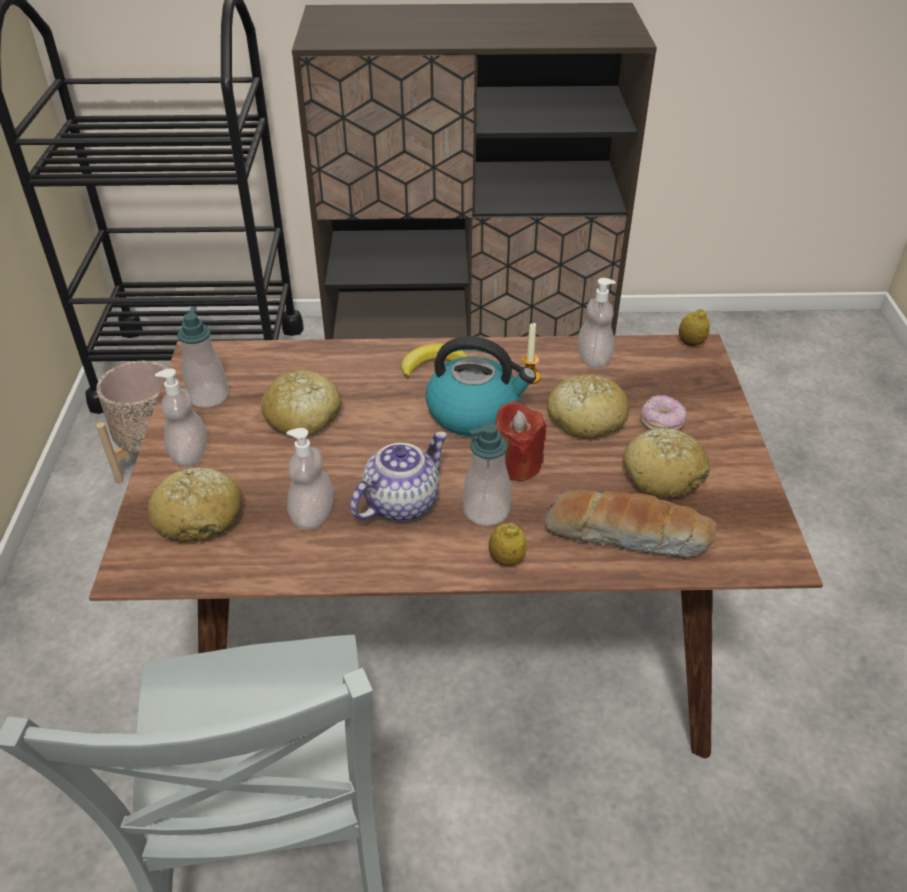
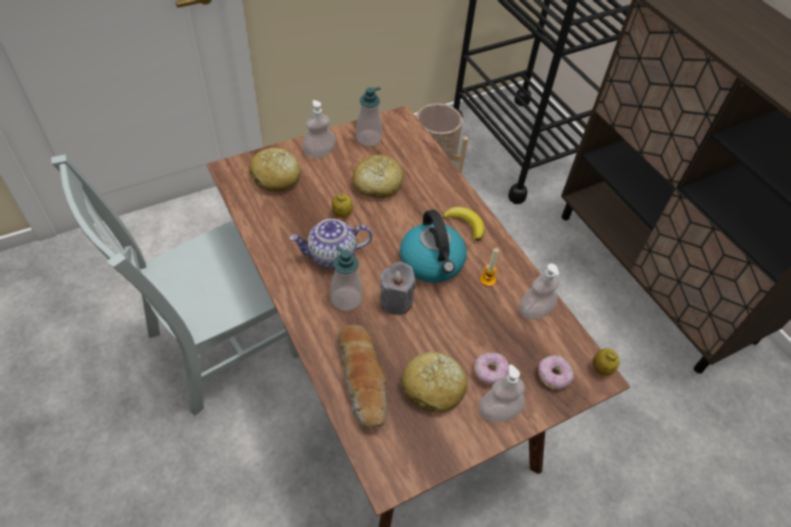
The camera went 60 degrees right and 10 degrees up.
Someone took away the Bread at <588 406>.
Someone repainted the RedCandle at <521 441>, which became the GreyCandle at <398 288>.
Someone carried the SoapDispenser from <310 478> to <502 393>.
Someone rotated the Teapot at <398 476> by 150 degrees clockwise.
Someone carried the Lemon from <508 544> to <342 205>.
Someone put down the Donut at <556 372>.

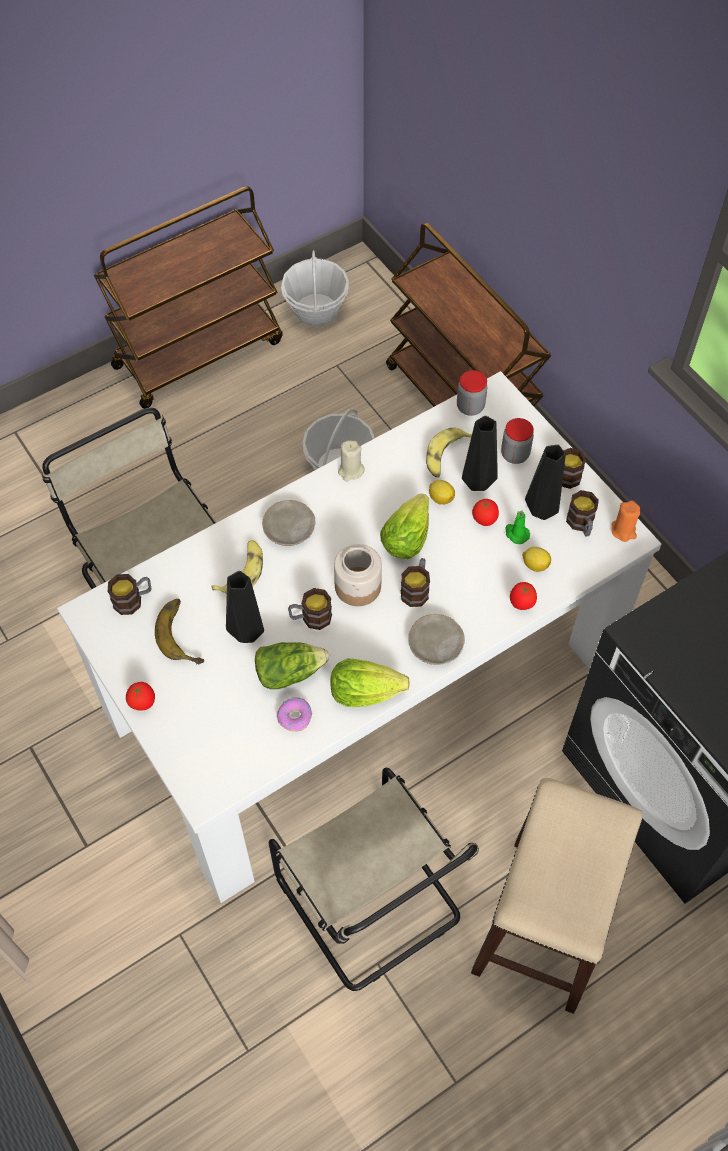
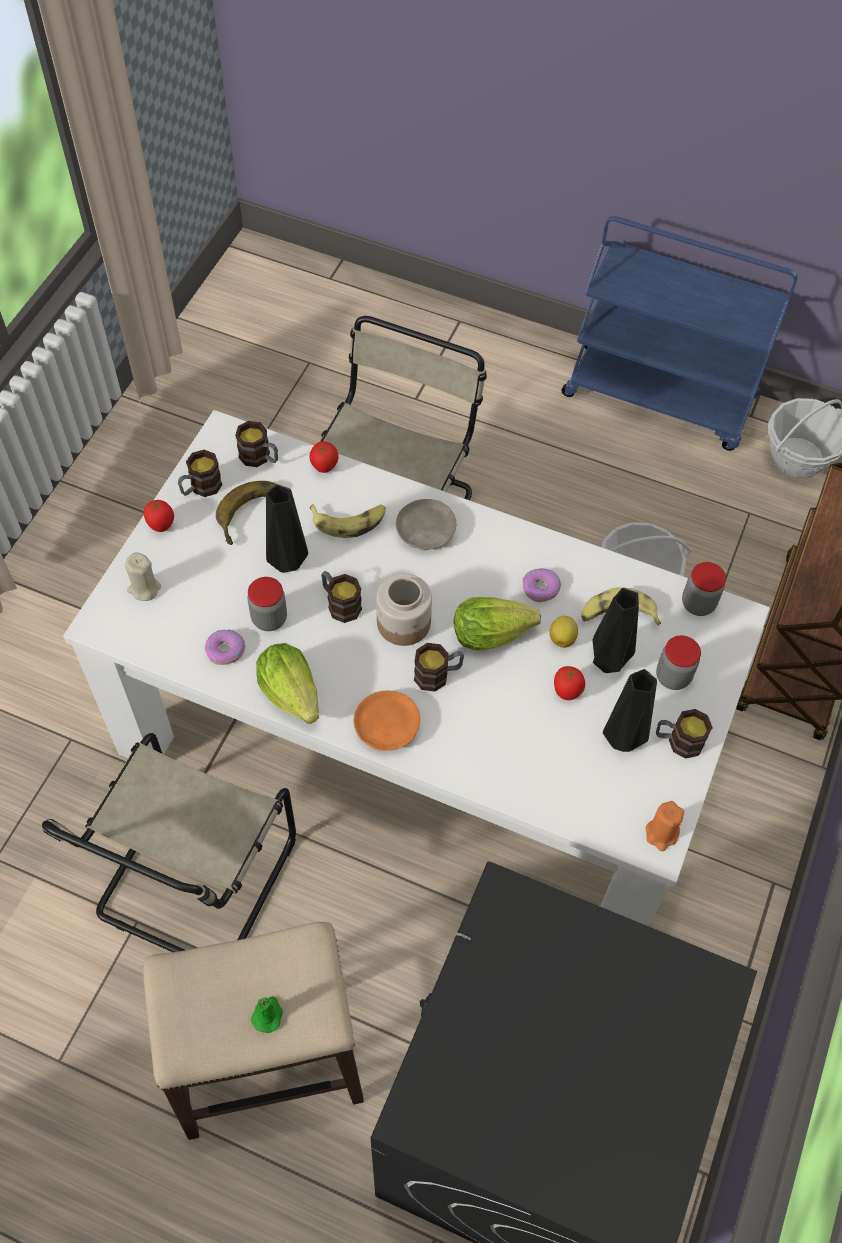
The camera went 55 degrees right and 0 degrees up.
Someone repainted the BrownCart at <188 297>, which became the BlueCart at <679 333>.
Someone carried the BeigeCandle from <351 461> to <143 576>.
Someone carried the Mug from <582 513> to <200 473>.
Someone carried the GreenCandle from <518 527> to <267 1014>.
Someone took away the Lemon at <536 559>.
Someone carried the Tomato from <523 596> to <323 457>.
Someone repainted the BeigePlate at <436 639>, which became the OrangePlate at <387 721>.
Someone swapped the Lettuce at <292 665> for the Jar at <267 604>.
Someone put down the Donut at <541 584>.

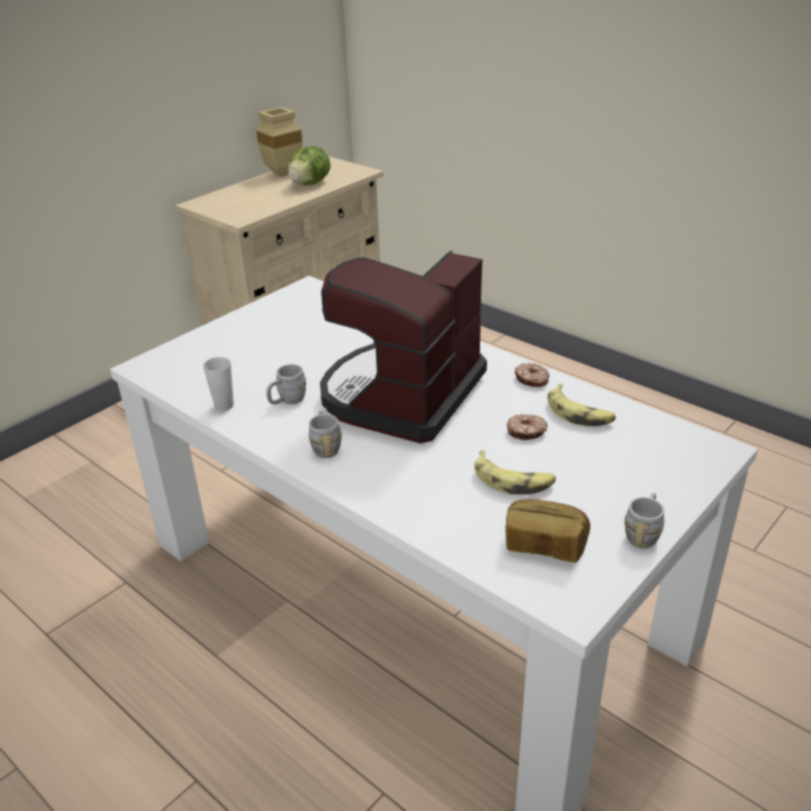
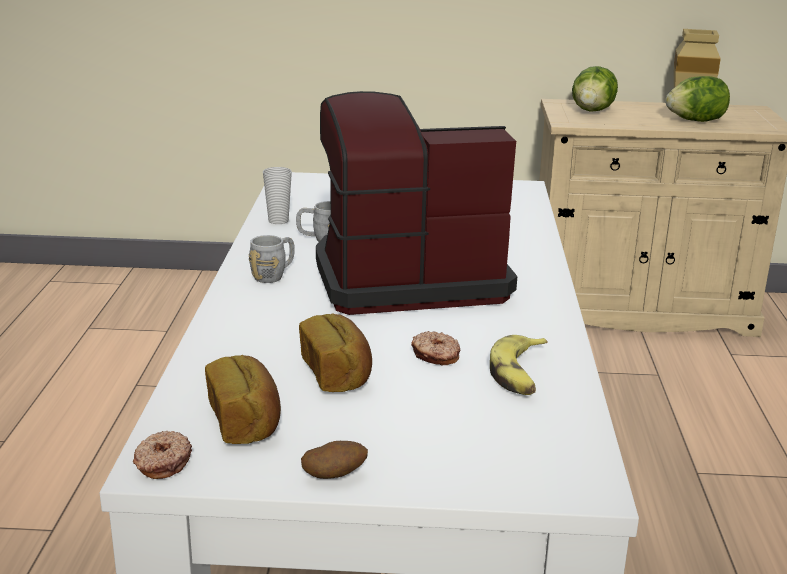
The camera went 50 degrees right and 10 degrees down.
Someone carried the Donut from <532 375> to <162 455>.
Someone swapped the Banana at <515 472> for the Bread at <335 353>.
Someone swapped the GreyMug at <644 521> for the Potato at <334 460>.
Someone put down the Lettuce at <595 89>.

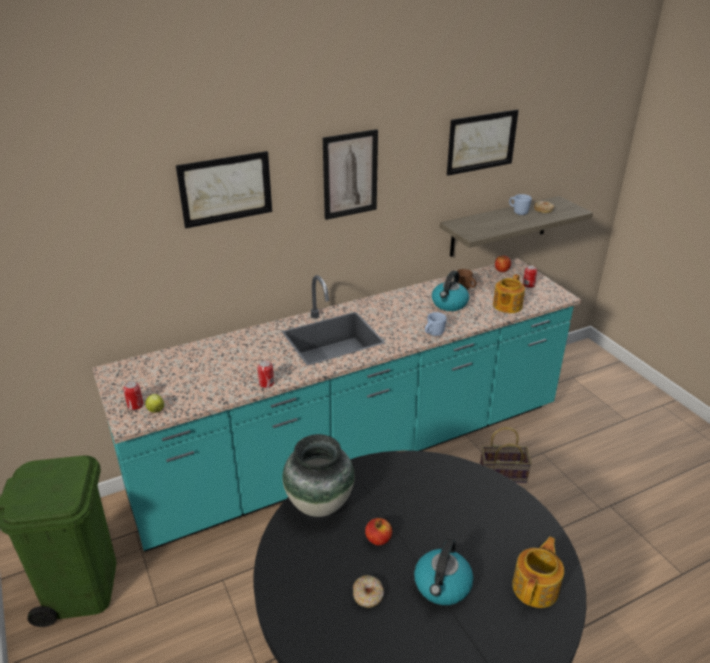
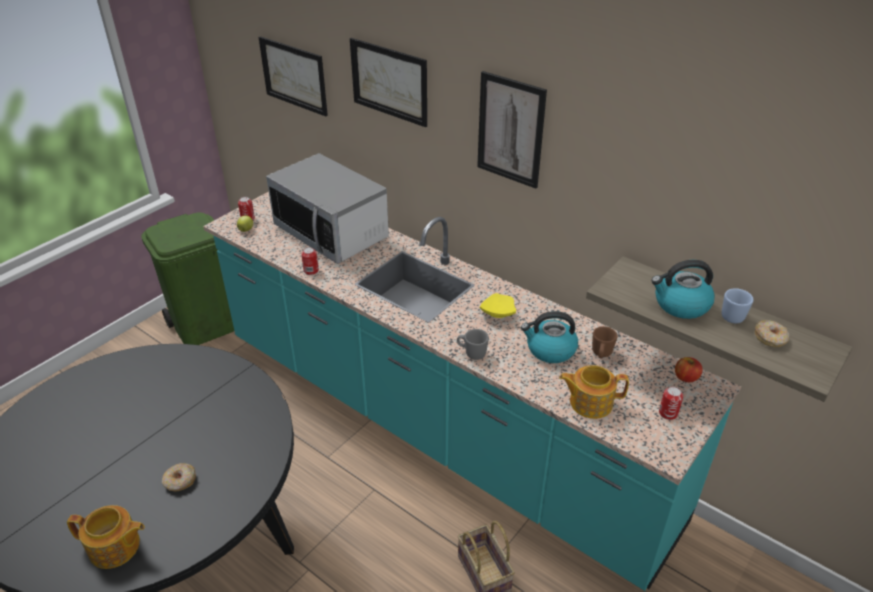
The camera went 65 degrees right and 5 degrees up.
Someone carried the Picture from <483 143> to <293 76>.
Someone repainted the BlueMug at <436 324>, which became the GreyMug at <473 344>.
Someone took away the Vase at <318 475>.
Someone took away the Apple at <378 531>.
Someone carried the Kettle from <443 572> to <683 289>.
Someone carried the Donut from <368 591> to <179 477>.
Someone put down the Microwave at <327 208>.
Someone put down the YellowPlate at <498 305>.

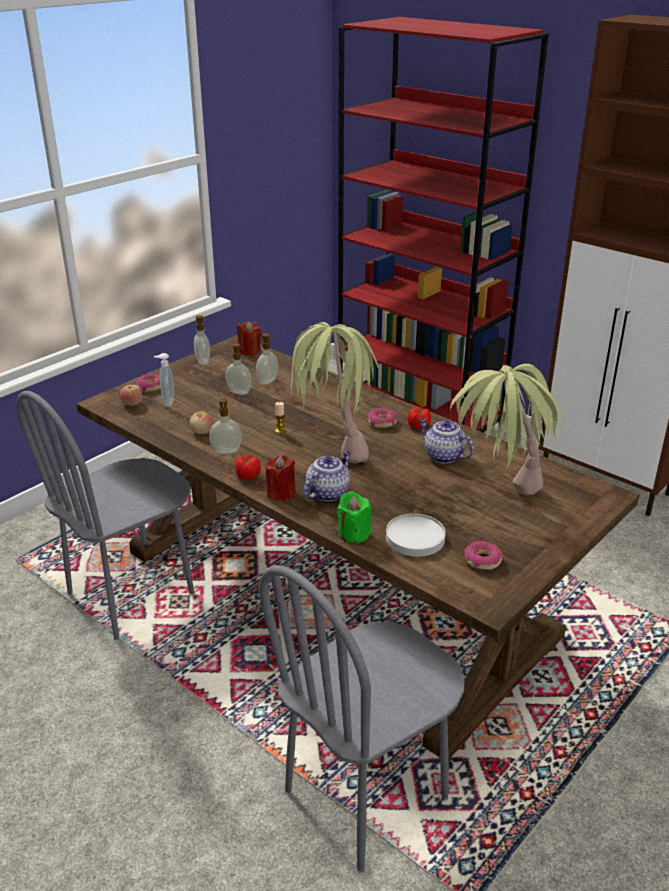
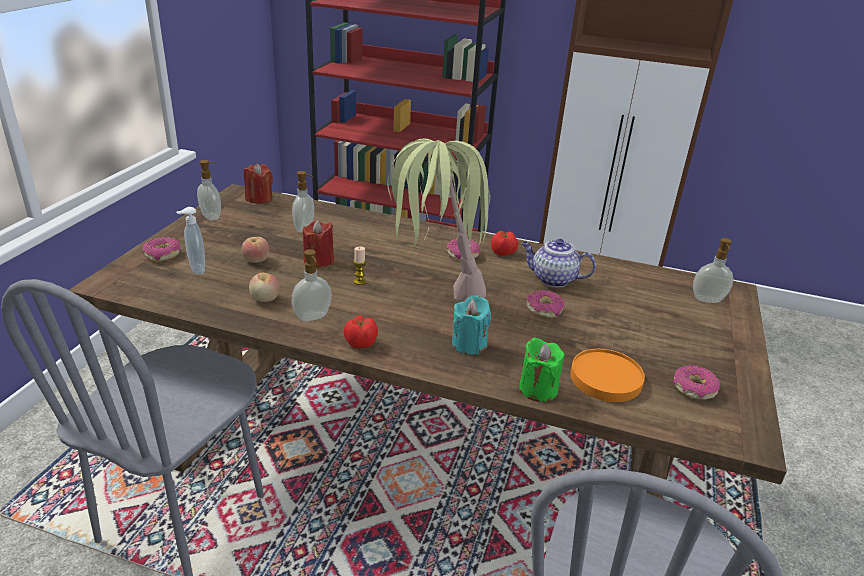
The camera went 25 degrees left and 0 degrees up.
Someone carried the SoapDispenser from <238 369> to <713 270>.
Someone took away the PottedPlant at <506 429>.
Someone carried the Apple from <131 395> to <255 250>.
Someone swapped the Teapot at <327 476> for the TurquoiseCandle at <471 325>.
Someone carried the RedCandle from <281 477> to <318 244>.
Someone repainted the WhitePlate at <416 535>, which became the OrangePlate at <607 375>.
Someone put down the Donut at <545 304>.

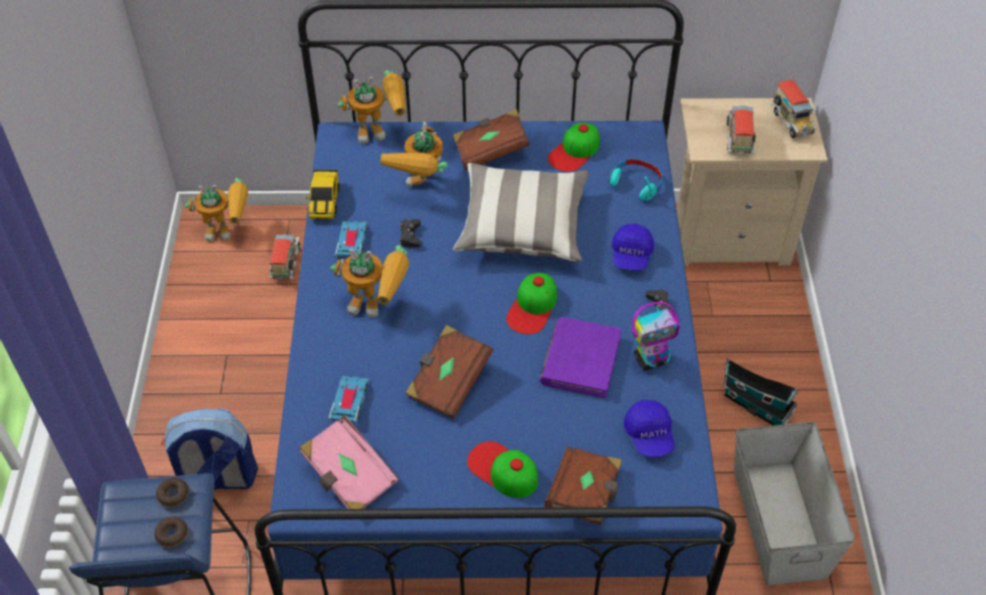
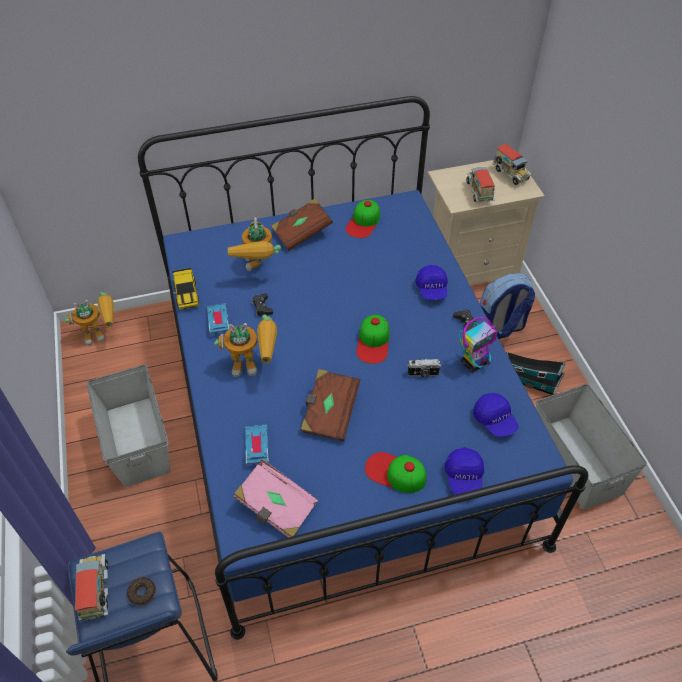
The camera went 15 degrees left and 0 degrees up.
Someone took away the ToyRobot at <372 107>.
Someone took away the TurquoiseHeadphones at <636 180>.
Someone took away the Pillow at <521 212>.
Someone carried the ToyTruck from <284 257> to <91 587>.
Someone swapped the PurpleBook at <581 357> for the PhotoCamera at <424 368>.
Someone carried the Backpack from <209 449> to <507 306>.
Someone swapped the BrownBook at <583 485> for the BlueCap at <464 470>.
Someone took away the Donut at <172 492>.
Someone put down the GreyStorageBox at <128 425>.

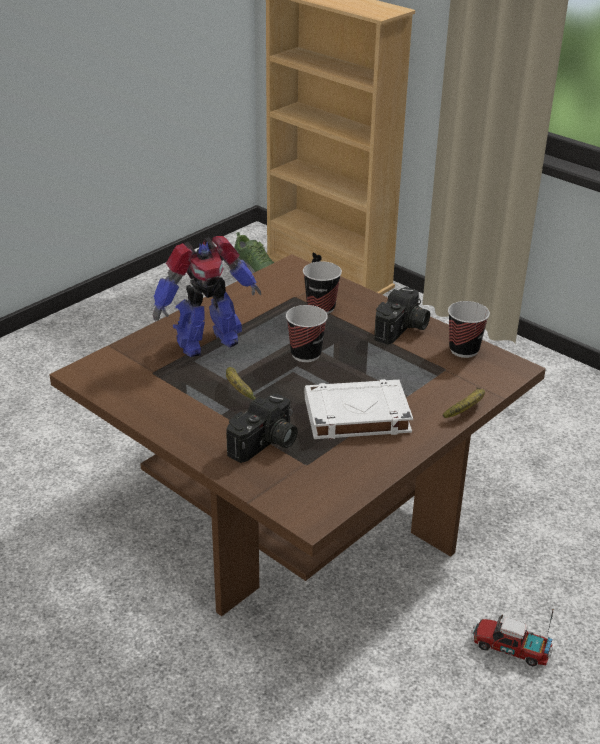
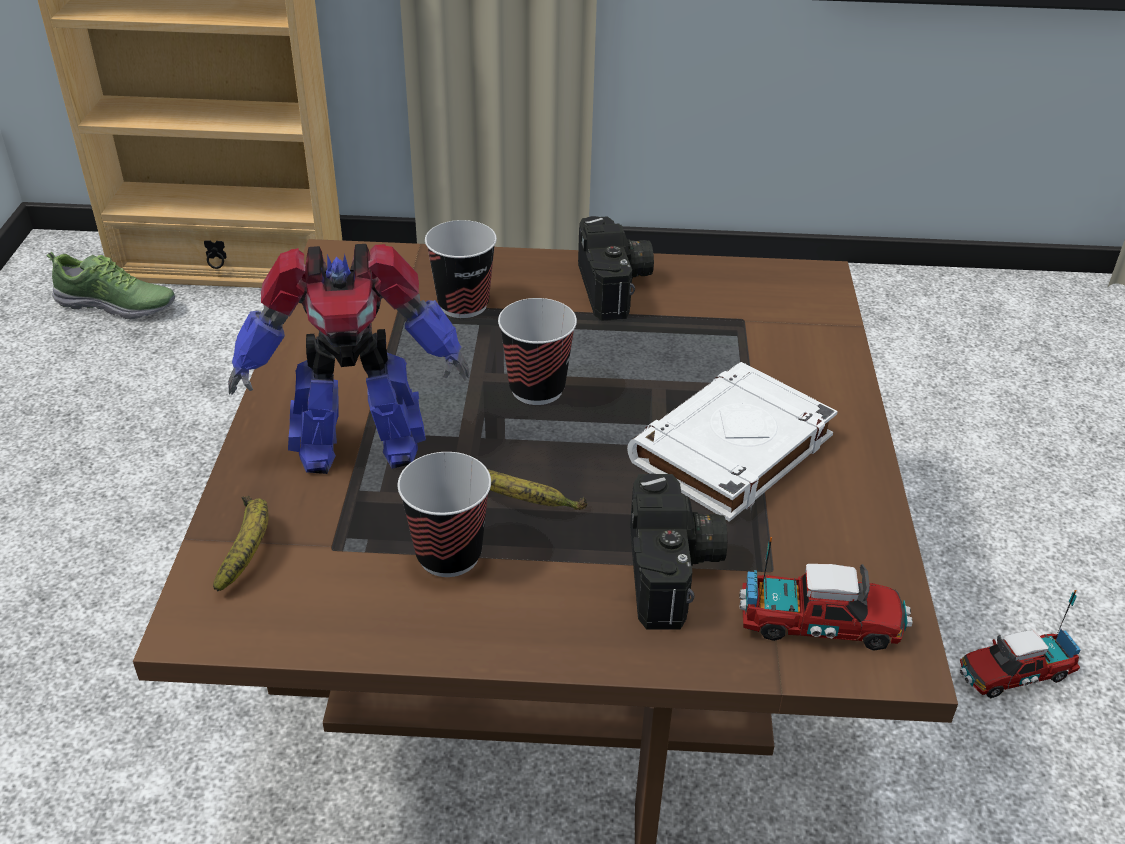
The camera went 40 degrees left and 5 degrees up.
Someone rotated the ToyRobot at <207 296> by 60 degrees clockwise.
Someone carried the Cup from <469 329> to <444 514>.
Someone carried the Banana from <464 402> to <241 544>.
Someone put down the ToyTruck at <826 594>.

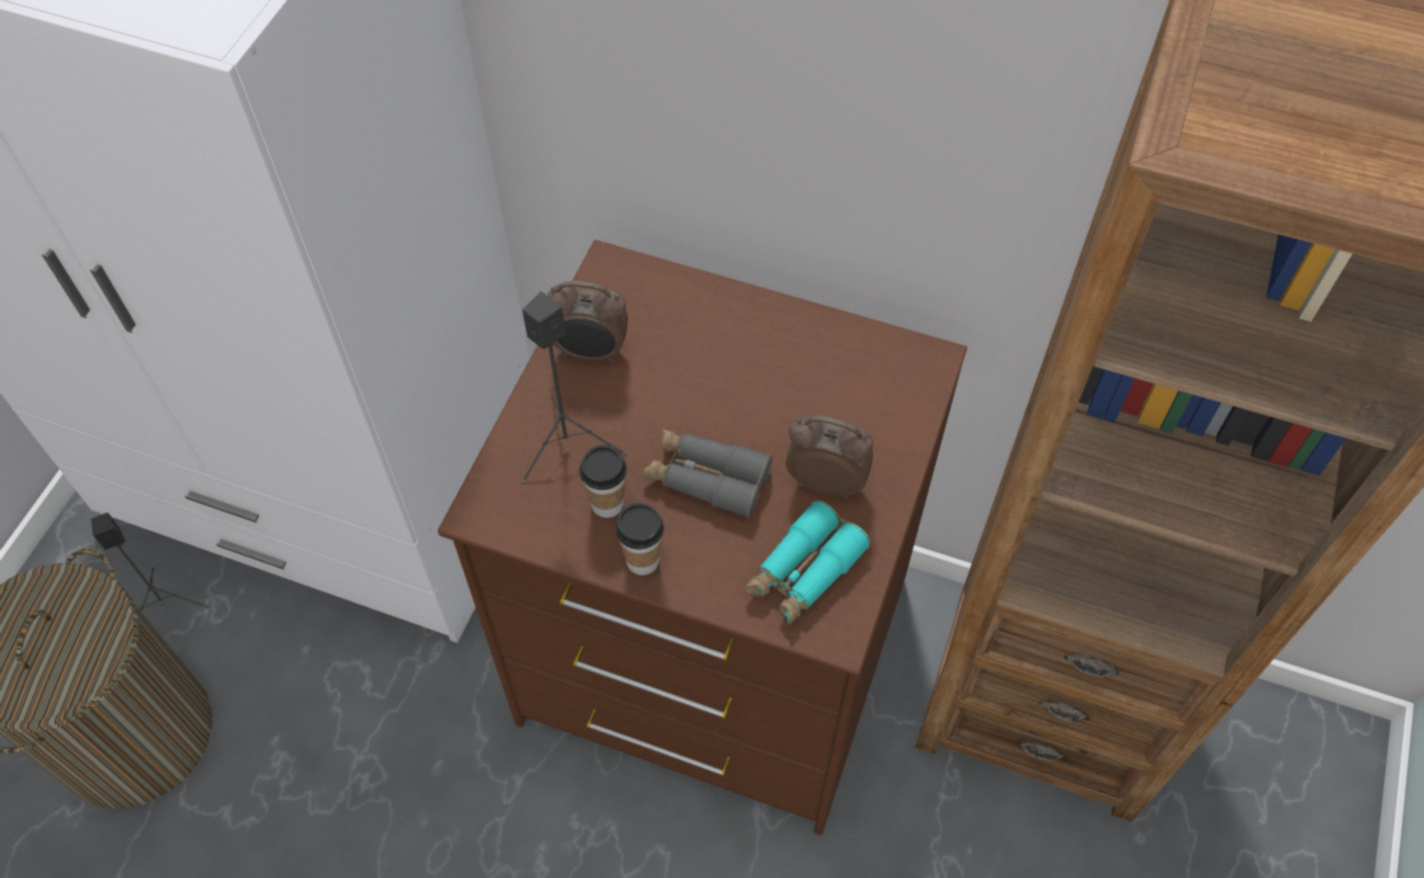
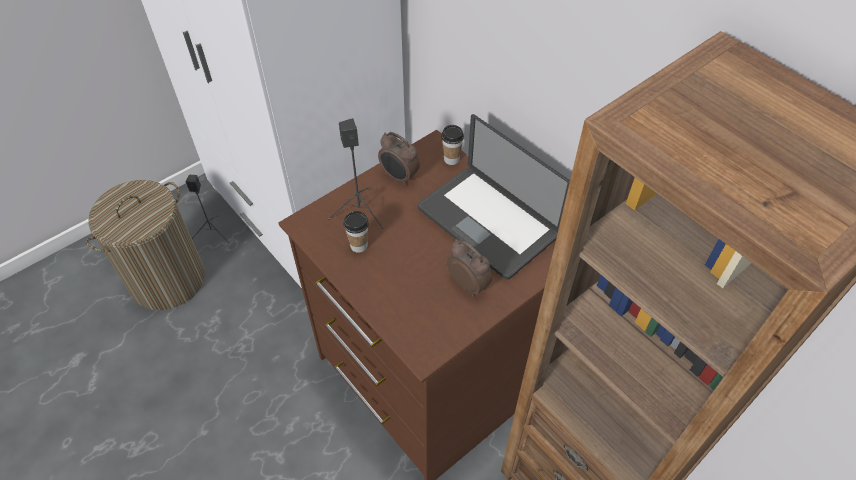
The camera went 30 degrees right and 5 degrees down.
Someone took away the GreyBinoculars at <707 473>.
Someone took away the TurquoiseBinoculars at <807 562>.
Someone carried the Cup from <640 539> to <452 145>.
Someone put down the Laptop at <494 197>.

